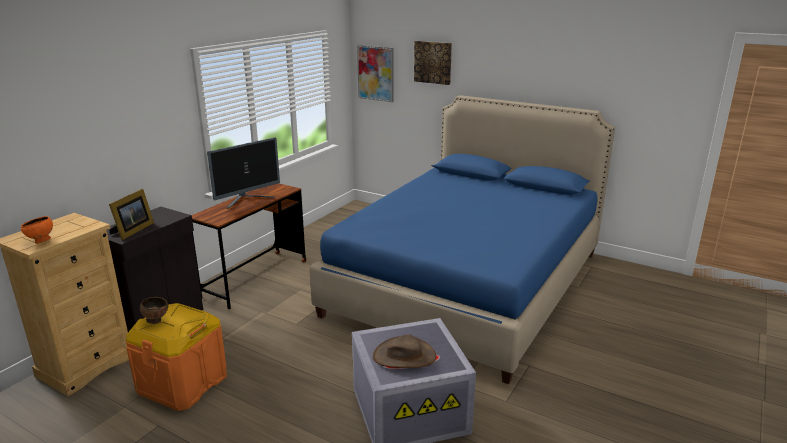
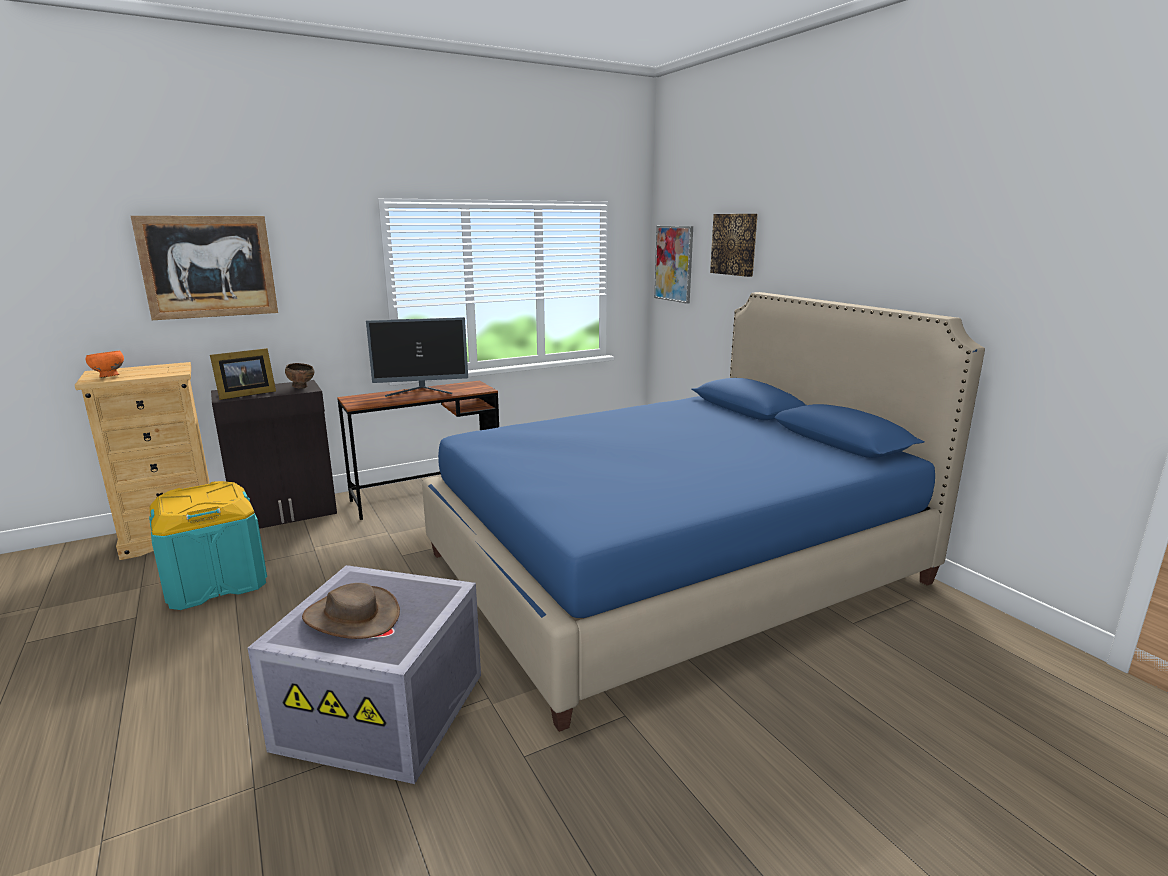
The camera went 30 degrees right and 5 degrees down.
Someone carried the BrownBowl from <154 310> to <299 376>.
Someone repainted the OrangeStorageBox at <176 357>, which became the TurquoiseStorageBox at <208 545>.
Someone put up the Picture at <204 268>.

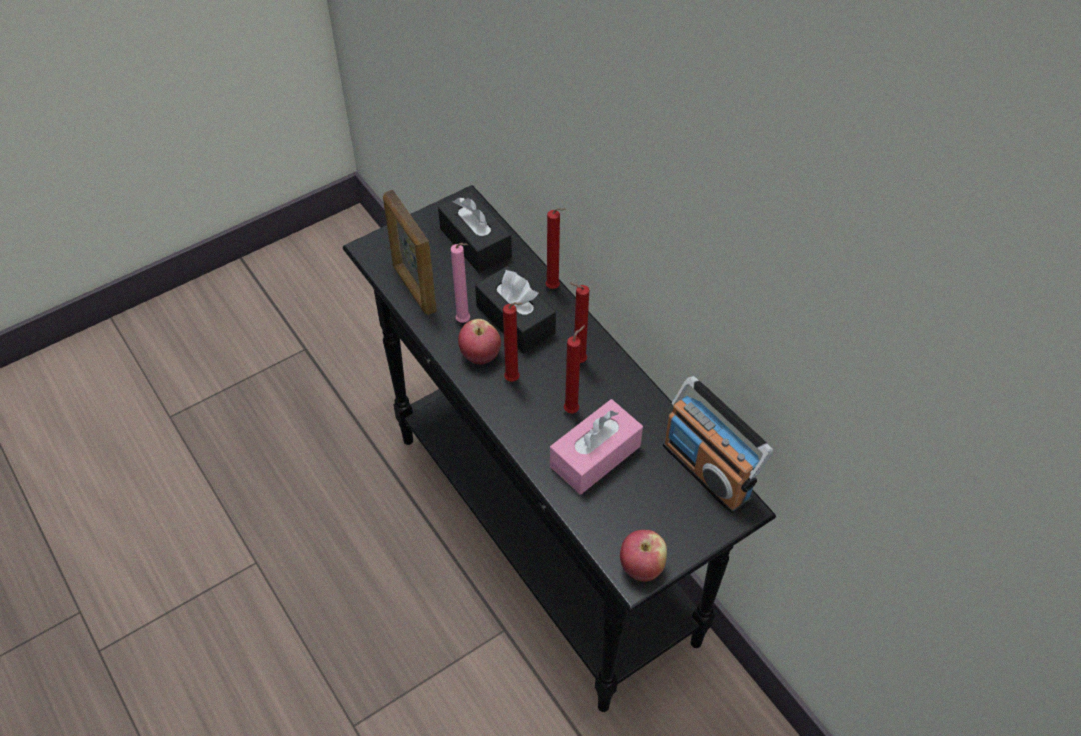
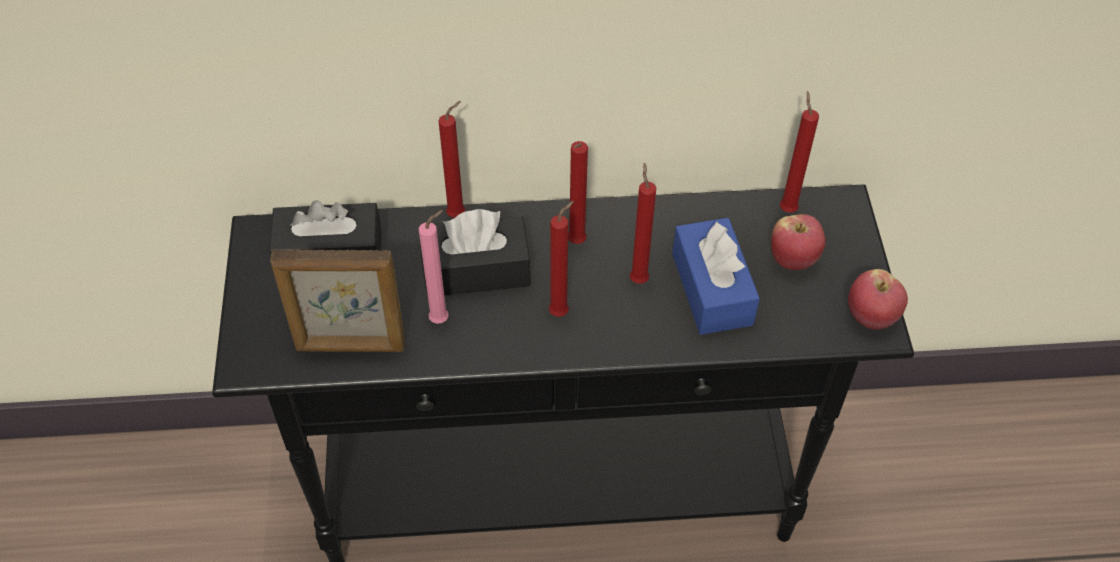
The camera went 60 degrees left and 0 degrees up.
Someone carried the Apple from <479 341> to <798 242>.
Someone swapped the Radio at <718 445> for the RedCandle at <799 152>.
Someone repainted the PinkTissueBox at <596 447>, which became the BlueTissueBox at <716 276>.

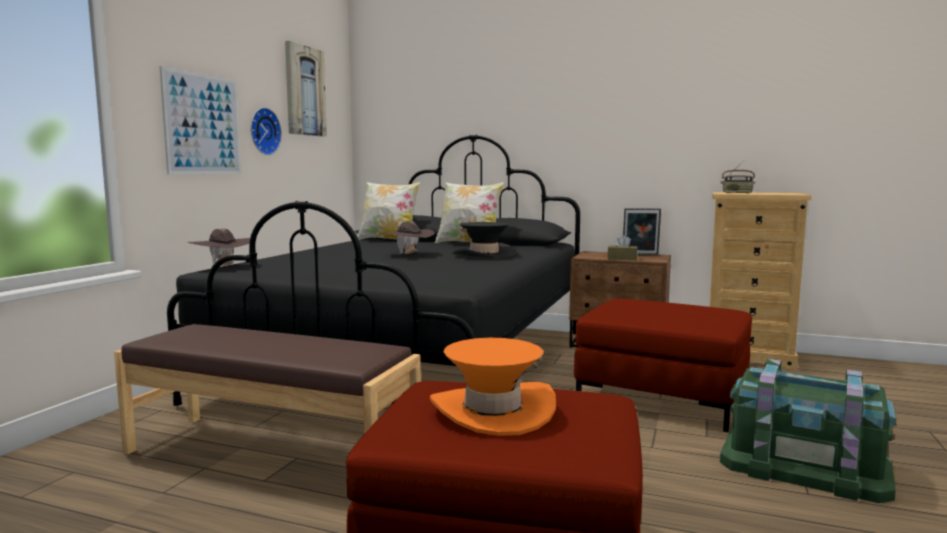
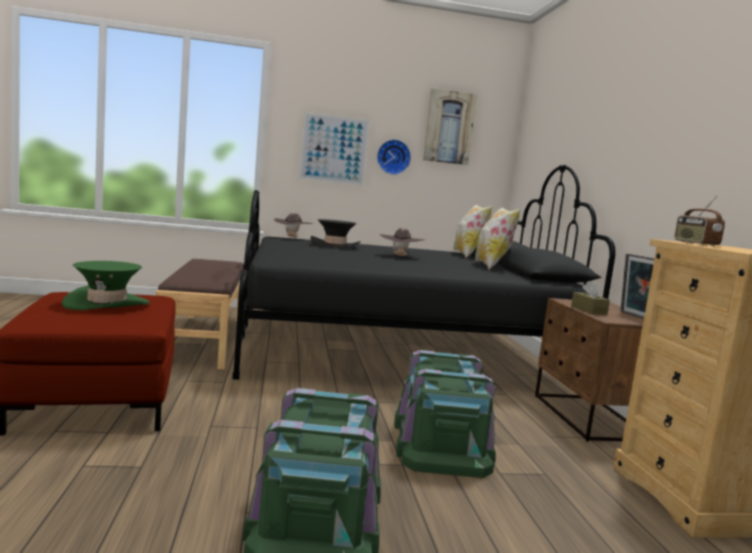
The camera went 60 degrees right and 0 degrees up.
Someone carried the BlackHat from <484 240> to <335 234>.
Someone swapped the RedOttoman at <663 365> for the GreenStorageBox at <445 414>.
Someone repainted the OrangeHat at <493 387>, which became the GreenHat at <106 285>.

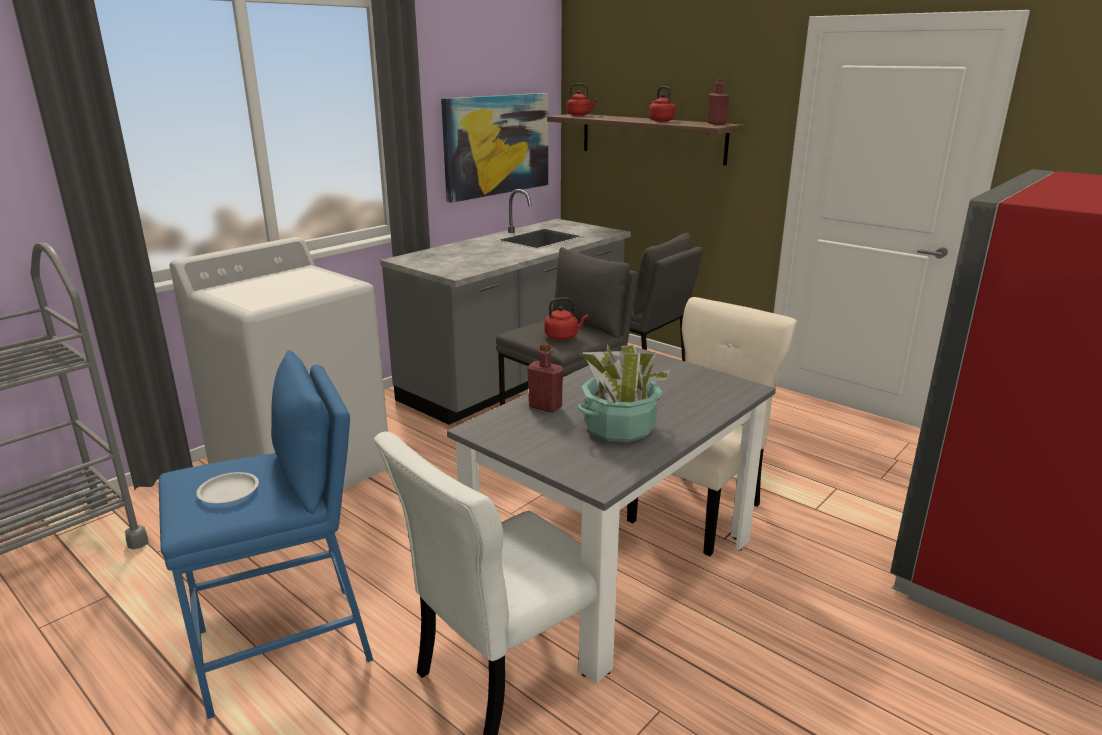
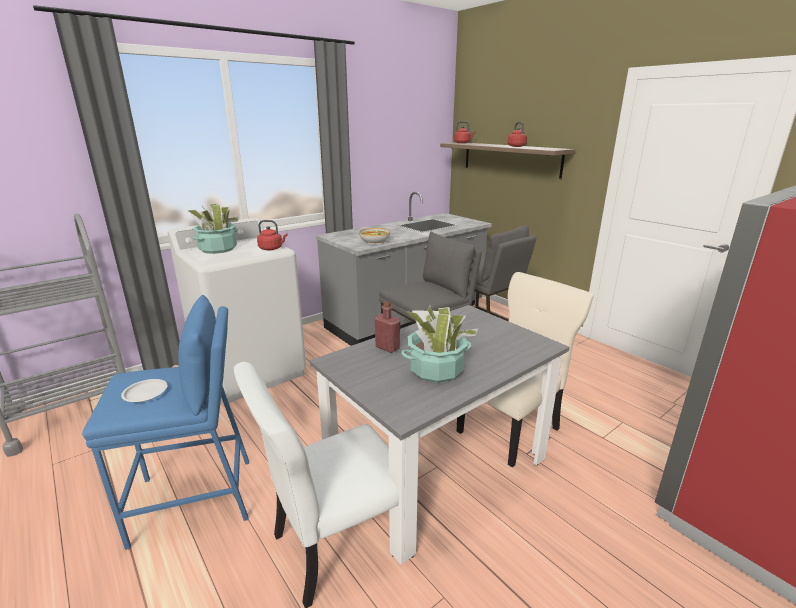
The camera went 10 degrees right and 0 degrees up.
Someone took away the RedBottle at <718 101>.
Someone took away the Picture at <494 148>.
Someone carried the RedKettle from <566 319> to <272 235>.
Someone put down the PottedPlant at <213 228>.
Someone put down the Bowl at <374 236>.

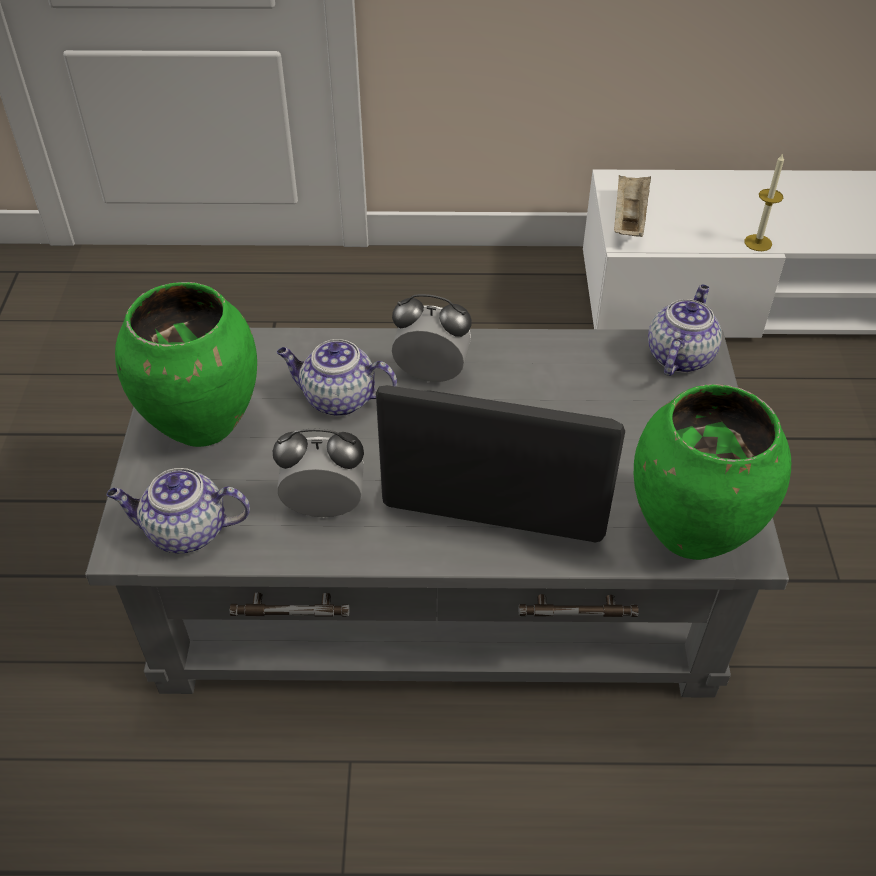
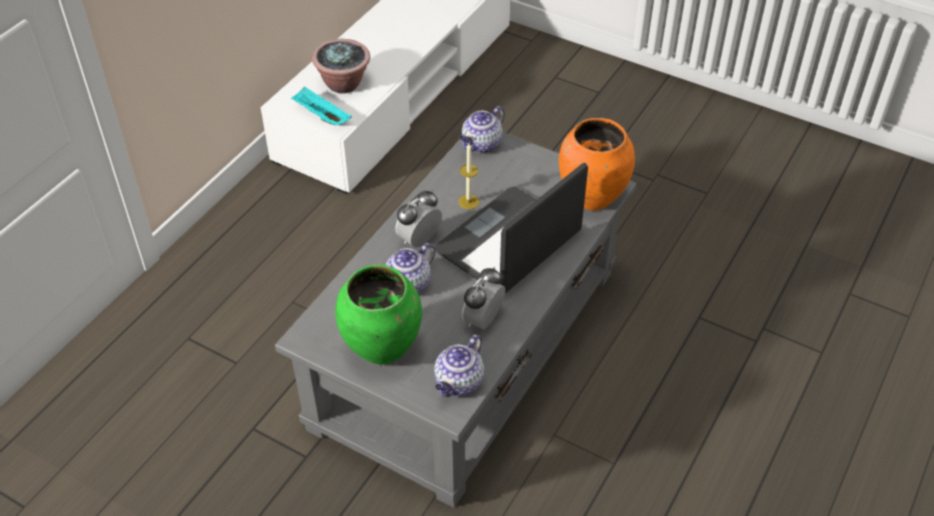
The camera went 60 degrees left and 0 degrees up.
Someone carried the Candle from <764 202> to <468 176>.
Someone repainted the BeigeTray at <632 205>, which became the TurquoiseTray at <321 105>.
Someone rotated the Teapot at <685 330> by 105 degrees counterclockwise.
Someone repainted the GreenVase at <712 472>, which became the OrangeVase at <597 164>.
Someone put down the PottedPlant at <341 66>.

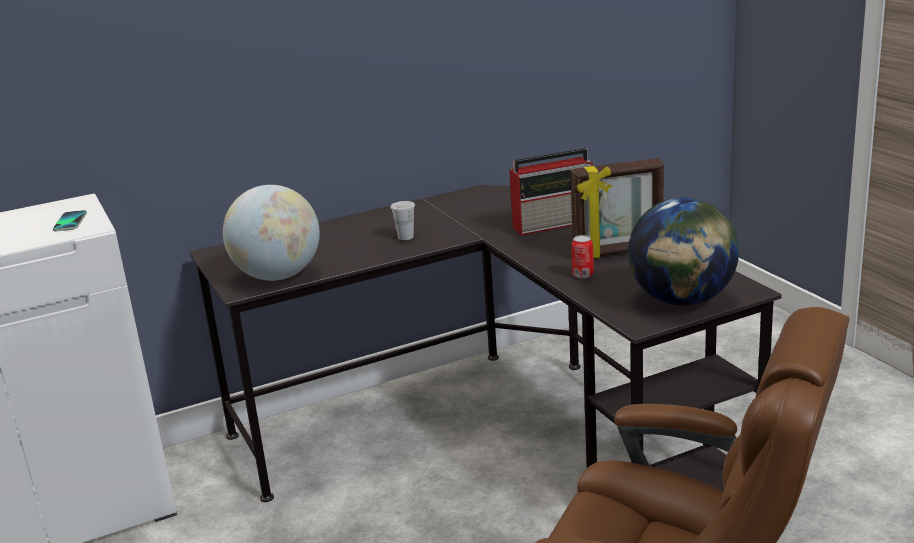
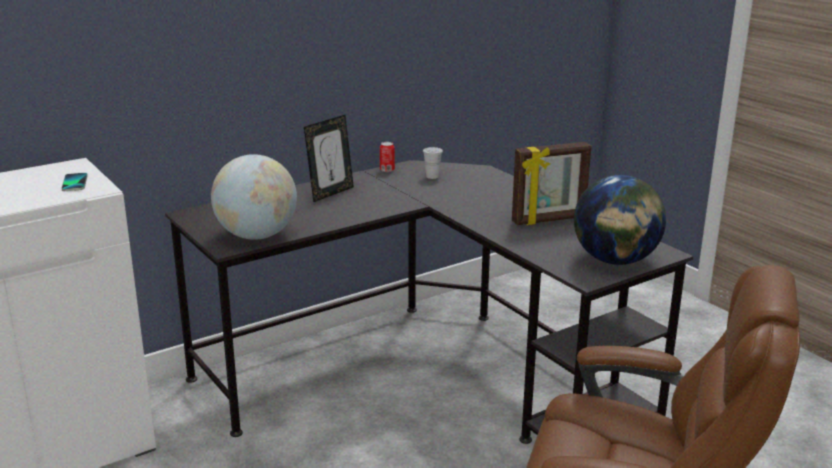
The camera went 10 degrees left and 0 degrees up.
Someone took away the Radio at <551 191>.
Someone carried the WhiteCup from <402 220> to <433 163>.
Someone carried the Can from <583 256> to <387 157>.
Someone put down the PictureFrame at <329 158>.

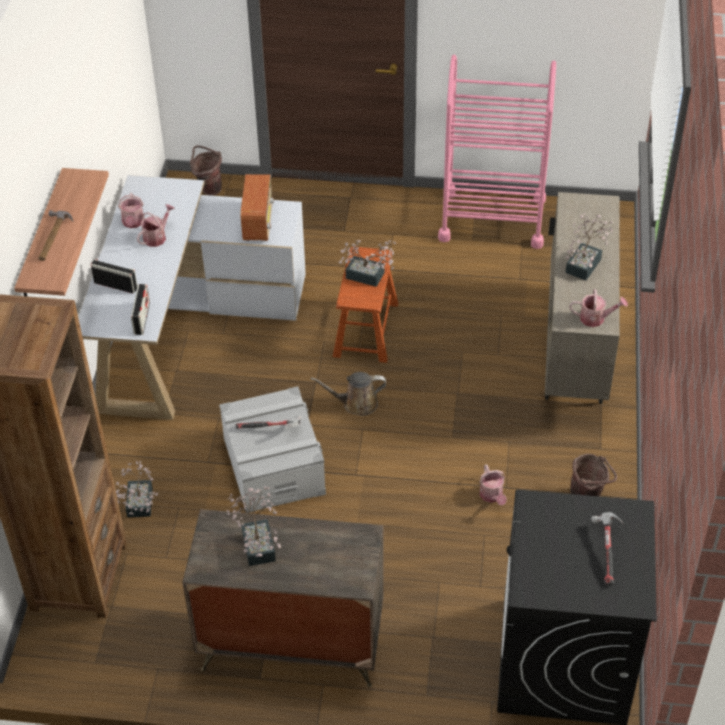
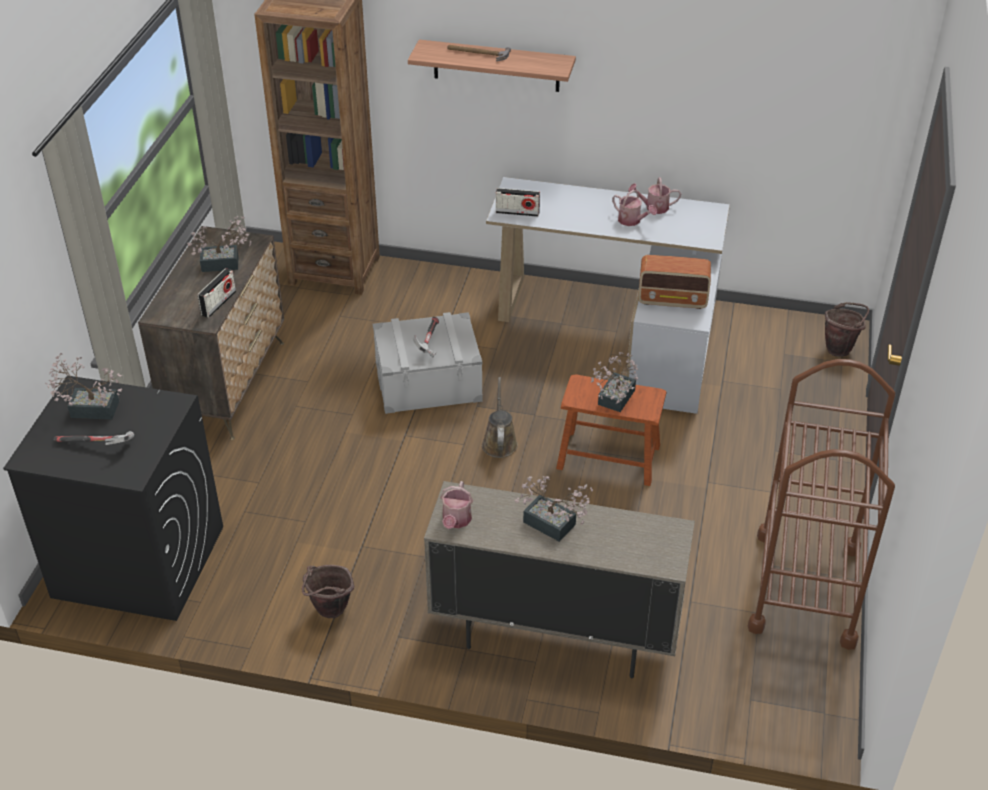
The camera went 95 degrees right and 5 degrees down.
Someone repainted the PinkCart at <497 152>, which became the BrownCart at <821 504>.
Someone carried the Radio from <114 276> to <217 293>.
Someone carried the PottedPlant from <137 489> to <84 386>.
Someone took away the WateringCan at <493 485>.

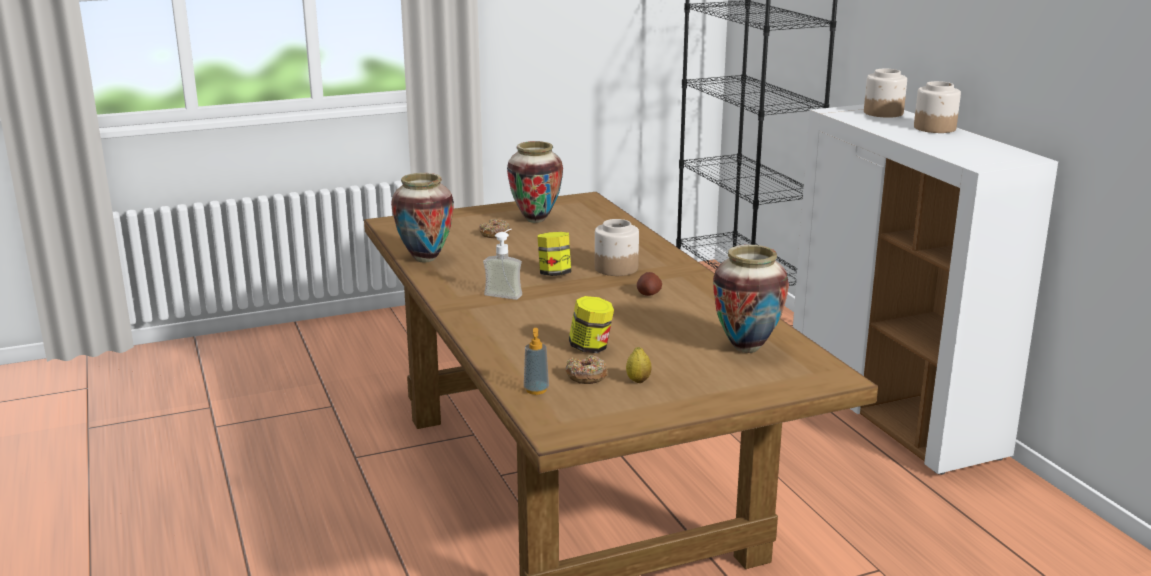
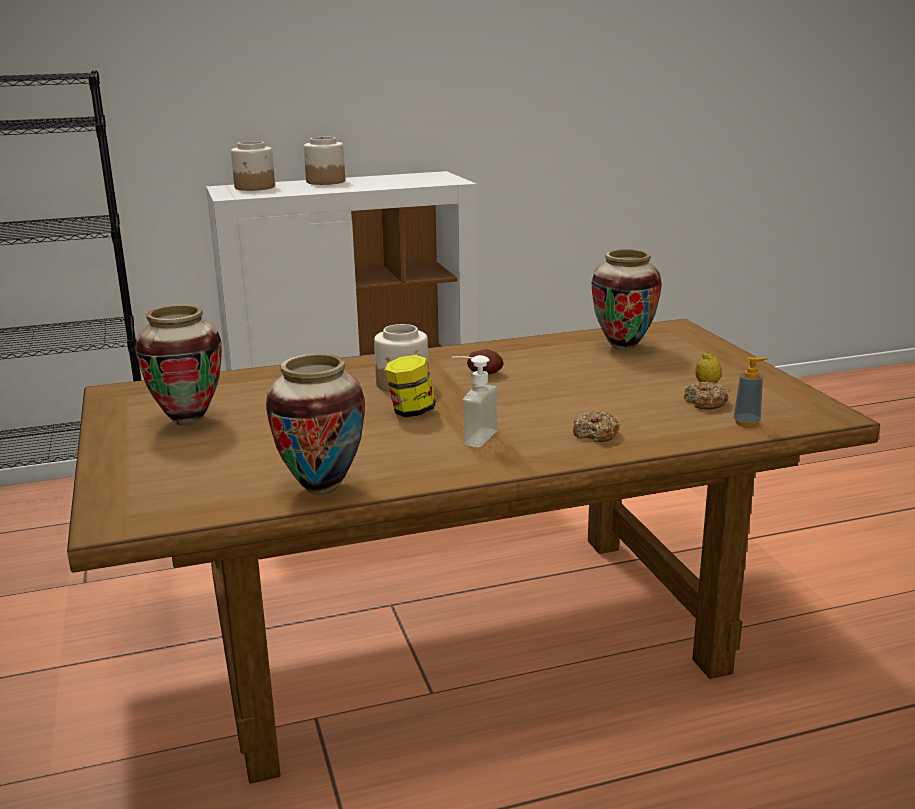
The camera went 85 degrees left and 0 degrees up.
Someone carried the Donut from <495 228> to <596 426>.
Someone took away the Jar at <591 324>.

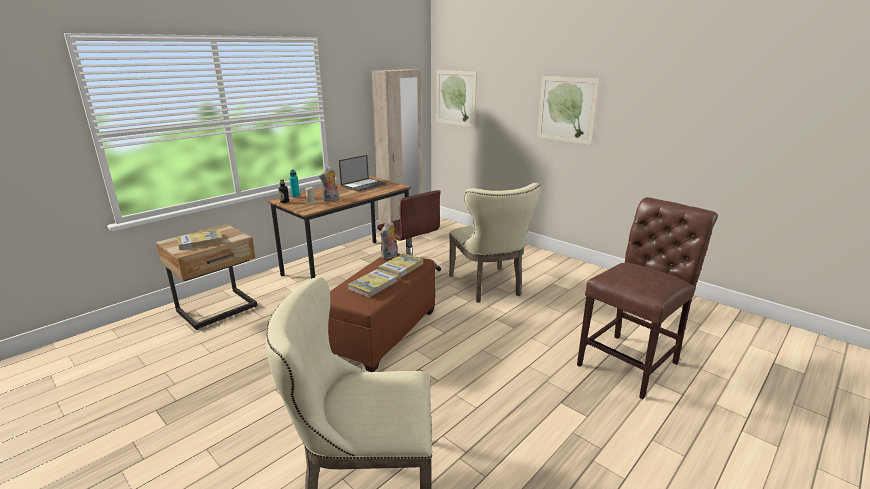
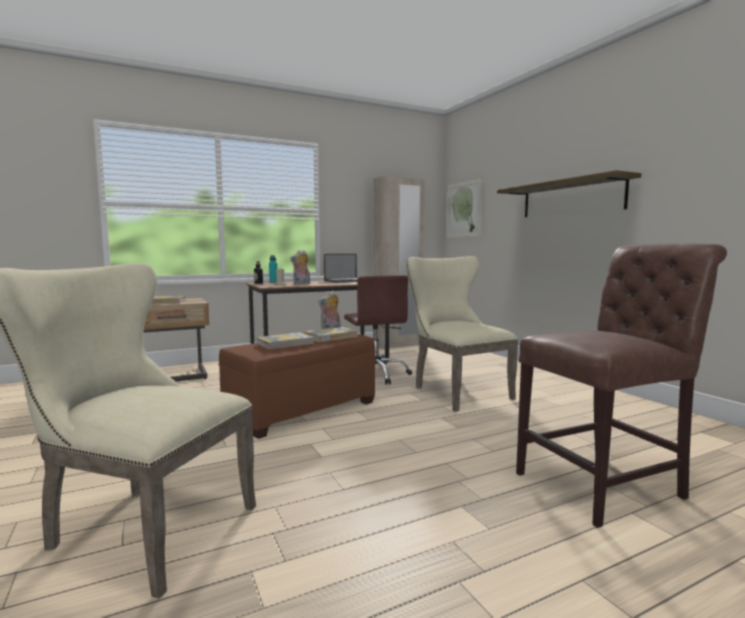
The camera went 20 degrees right and 15 degrees down.
Someone swapped the Picture at <568 110> for the Shelf at <569 193>.
Someone rotated the BeigeChair at <495 243> by 150 degrees clockwise.

